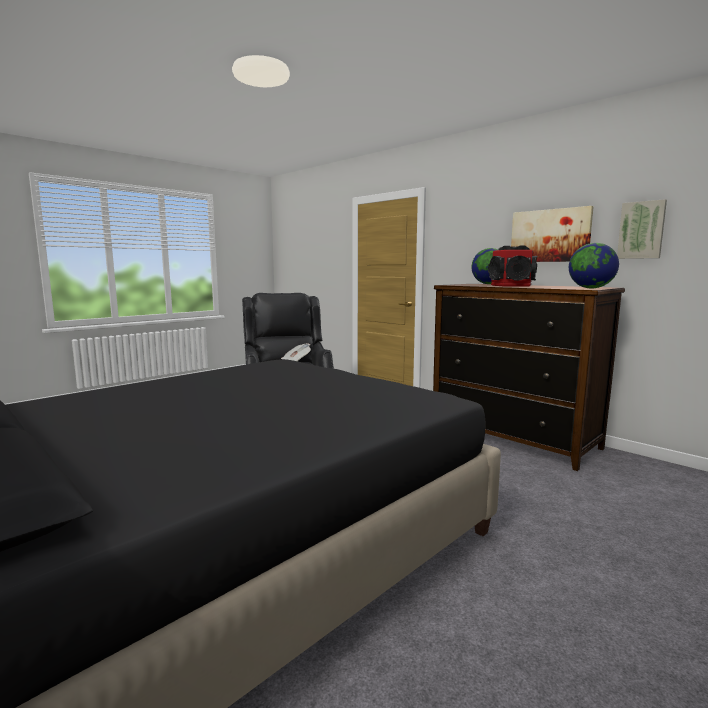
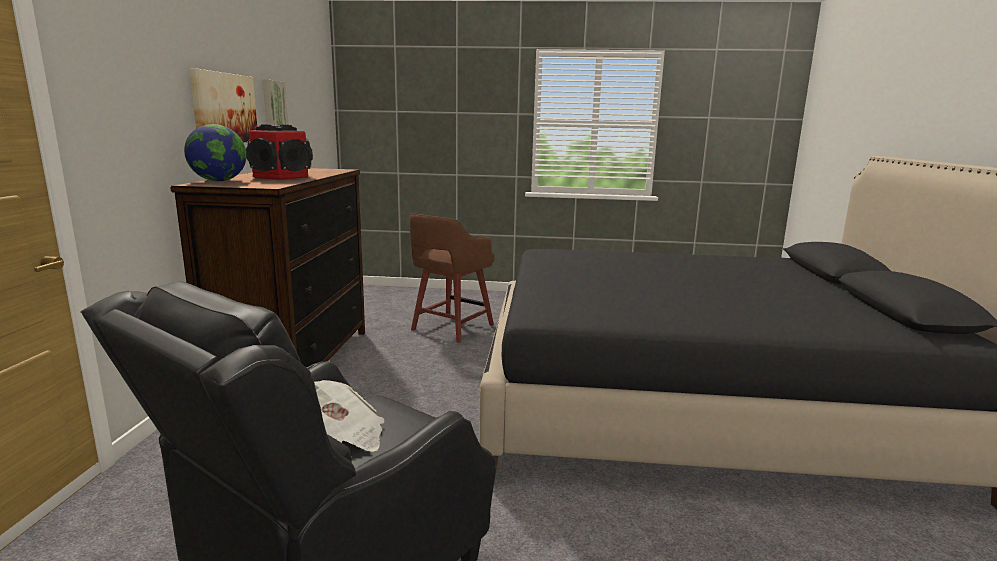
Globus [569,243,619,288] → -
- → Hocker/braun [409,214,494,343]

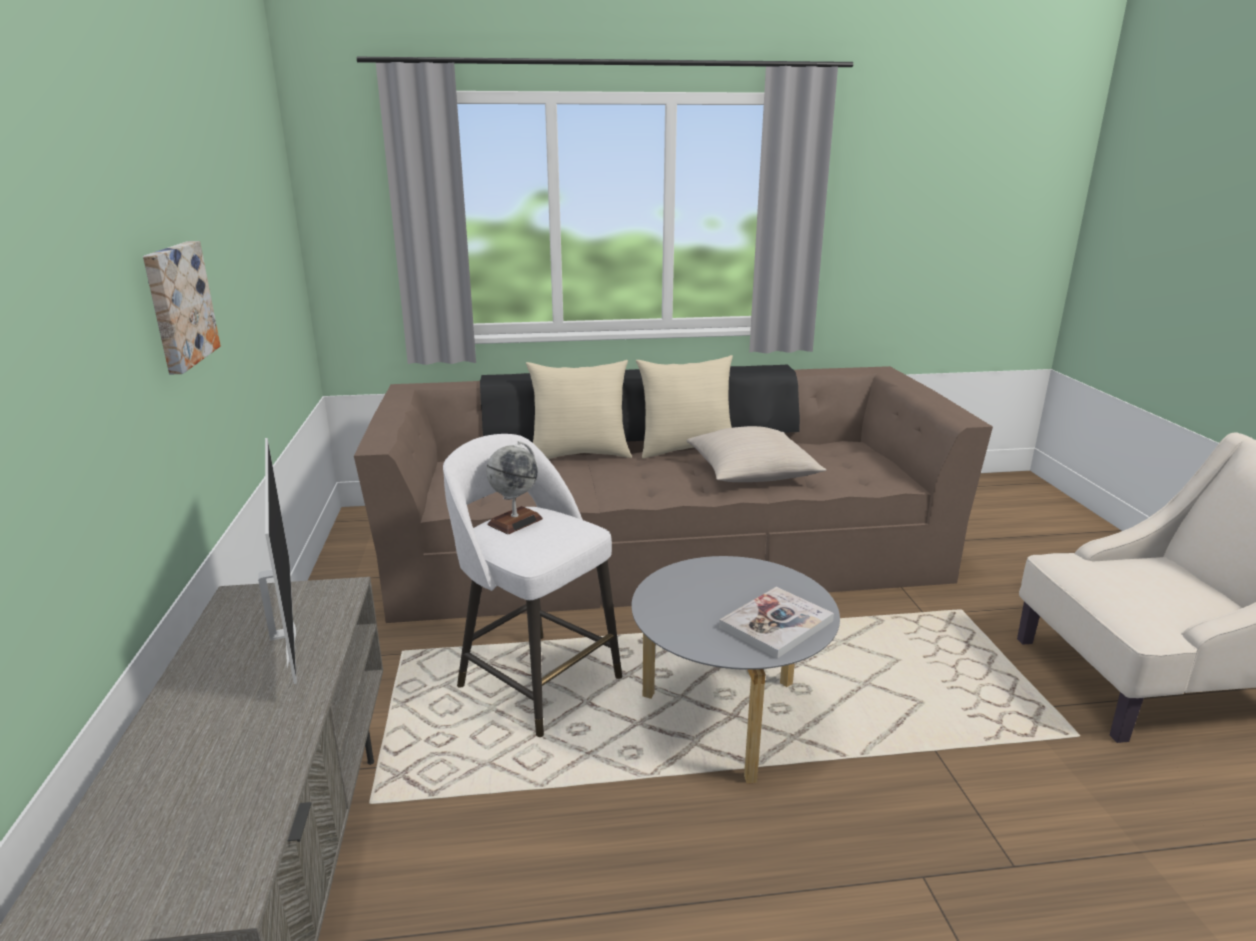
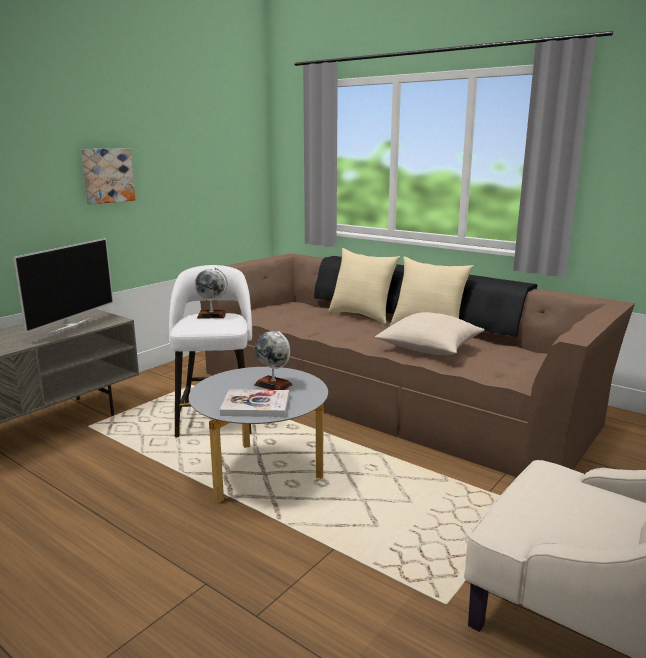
- → Globus [254,331,293,390]

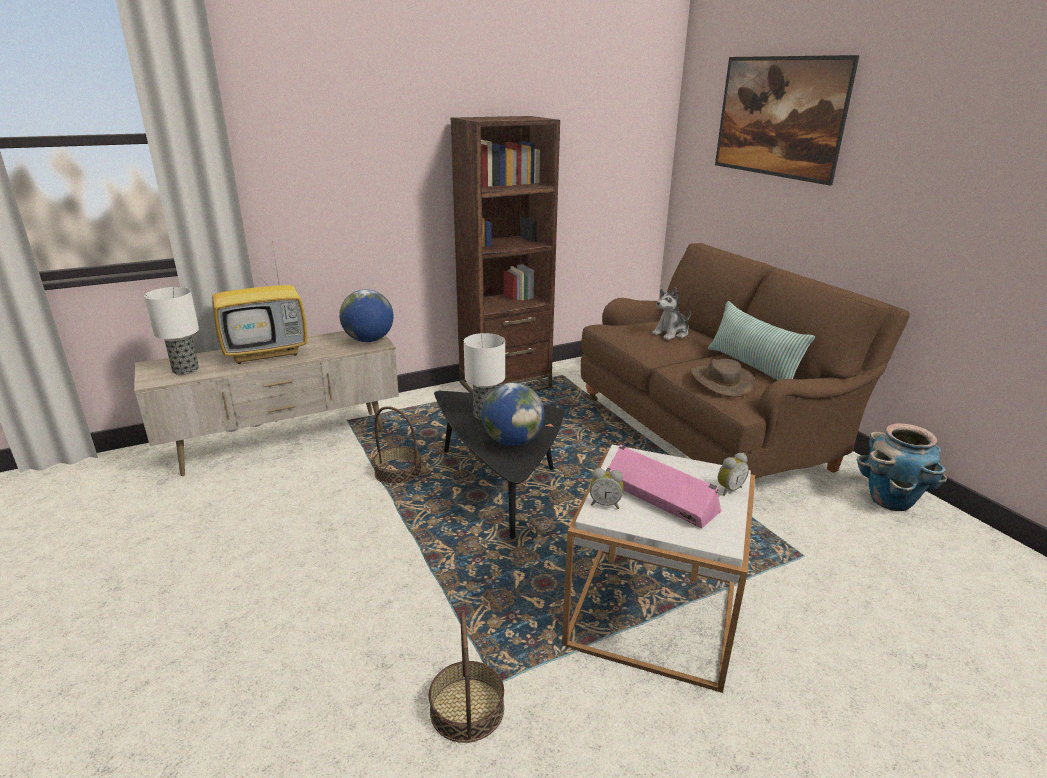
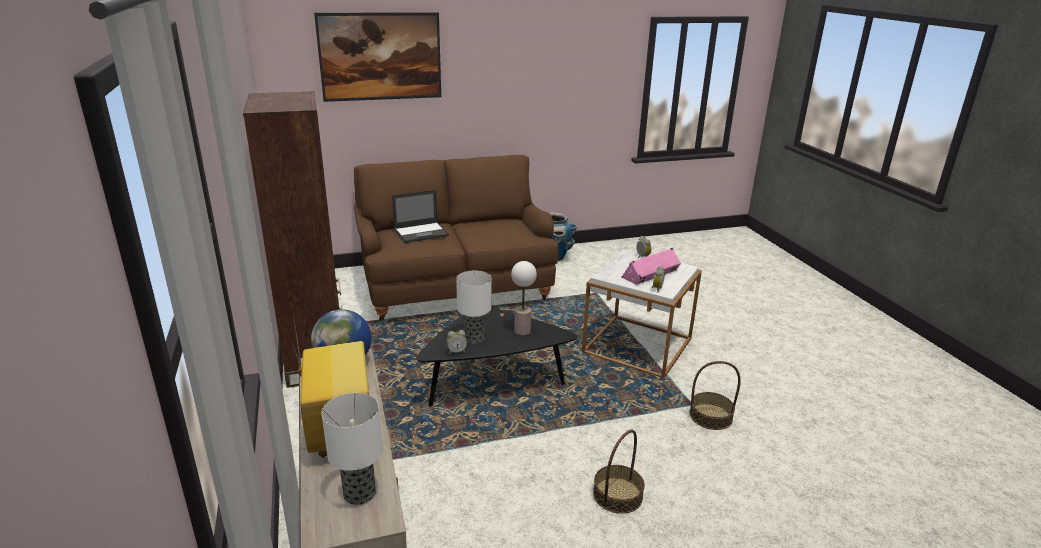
Plüschtier [652,287,691,340] → Laptop [392,190,449,243]
Kissen [708,301,815,380] → -
Hut/braun [690,359,755,397] → -
Globus [481,383,544,446] → Tischlampe [511,261,537,336]
Korb [373,406,422,484] → Korb [593,430,645,514], moved
- → Wecker [447,330,467,355]

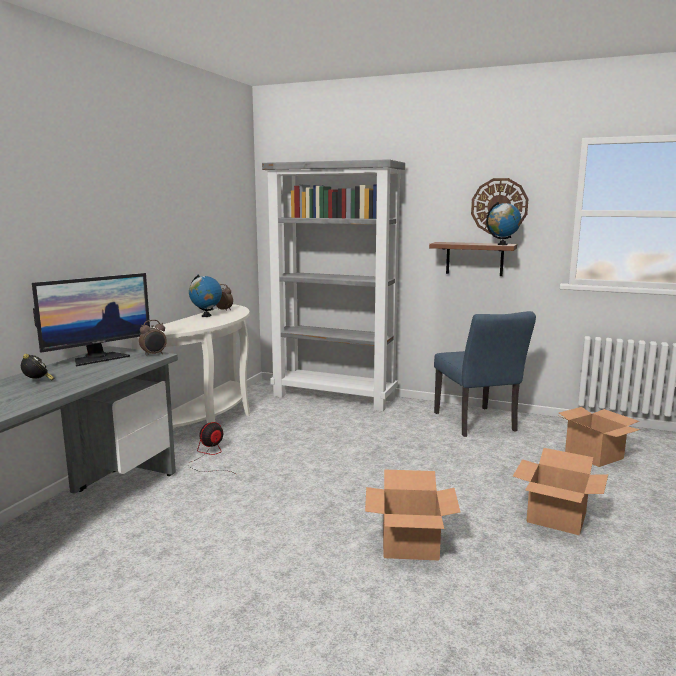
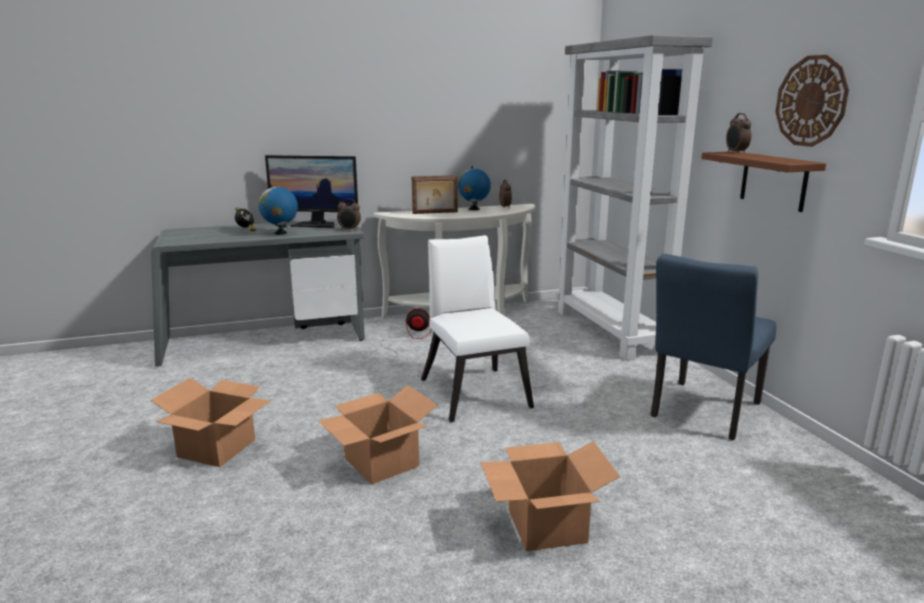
Globus [486,202,521,245] → Globus [258,184,298,235], moved
Karton [559,407,640,467] → Karton [150,378,271,467], moved
- → Wecker [726,113,751,154]
- → Bilderrahmen [412,175,458,214]
- → Stuhl/weiß [421,235,534,422]

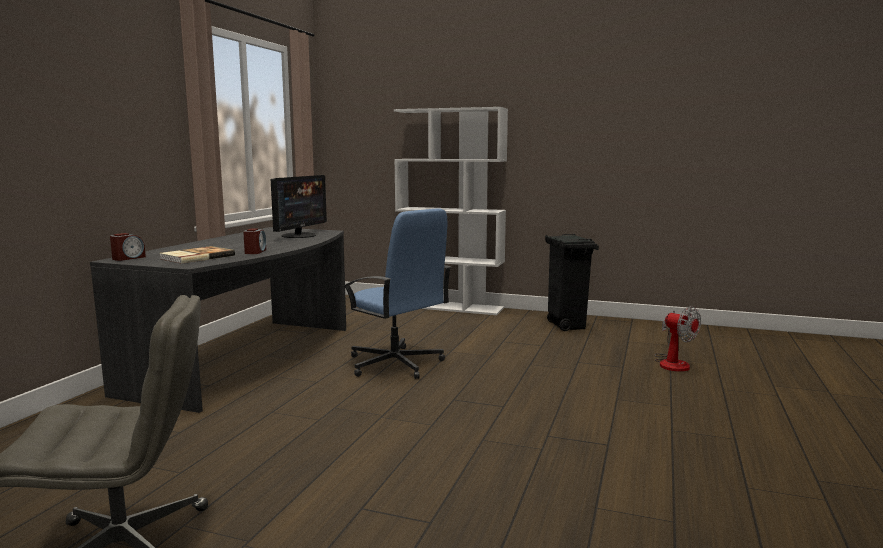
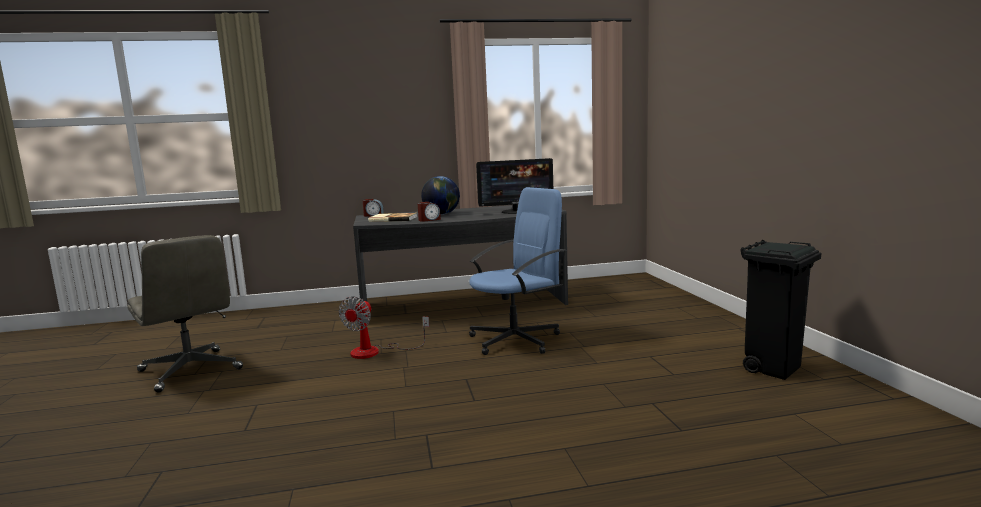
Bücherregal/weiß [394,107,508,315] → -
Bürostuhl/blau [343,208,451,379] → Bürostuhl/blau [469,187,566,355], 135 degrees counterclockwise
Ventilator [655,306,701,372] → Ventilator [339,296,430,359], moved
- → Globus [421,176,460,215]

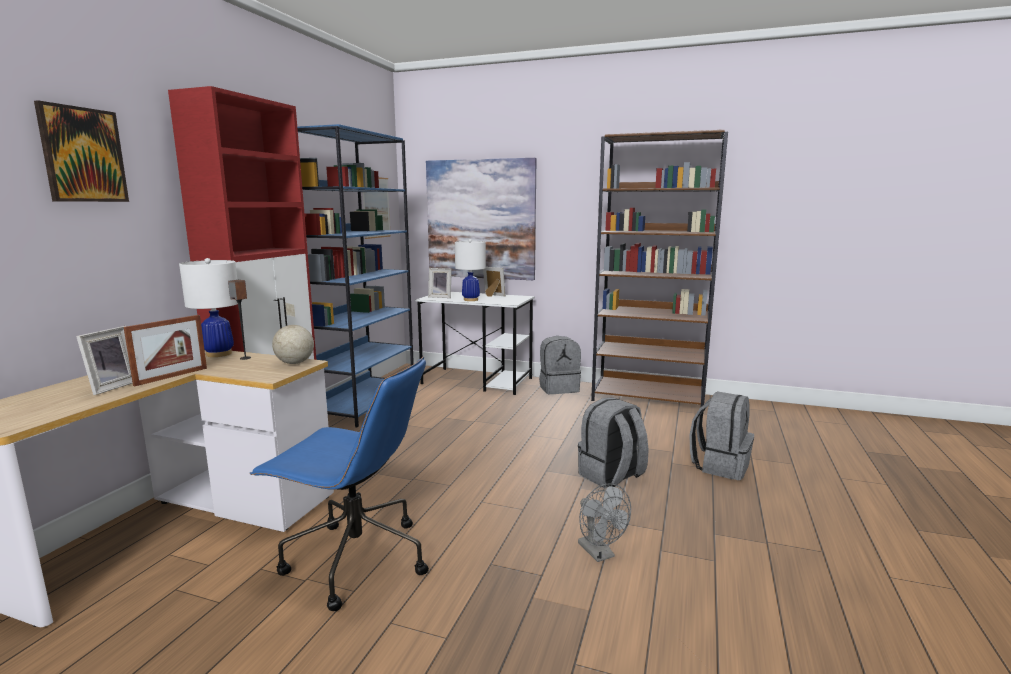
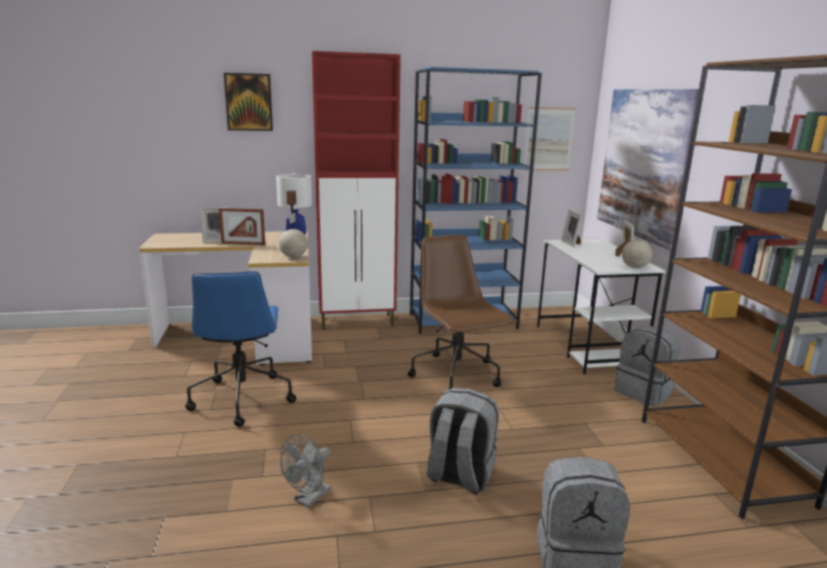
Tischlampe/weiß [455,239,486,301] → -
- → Globus [622,224,652,268]
- → Bürostuhl/braun [408,235,515,390]

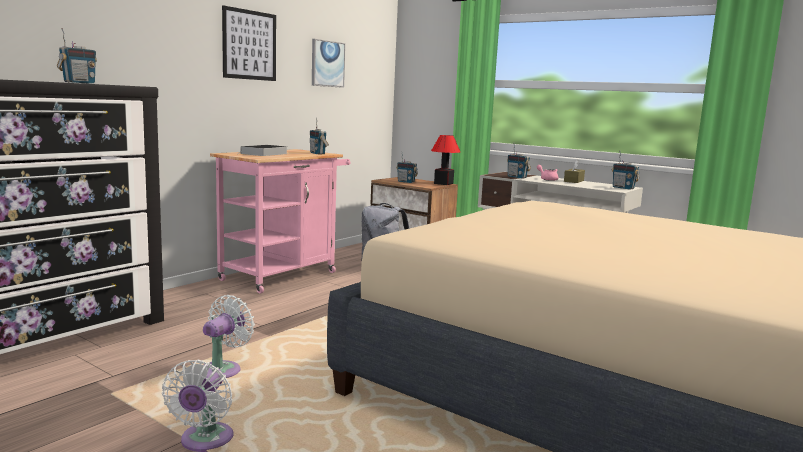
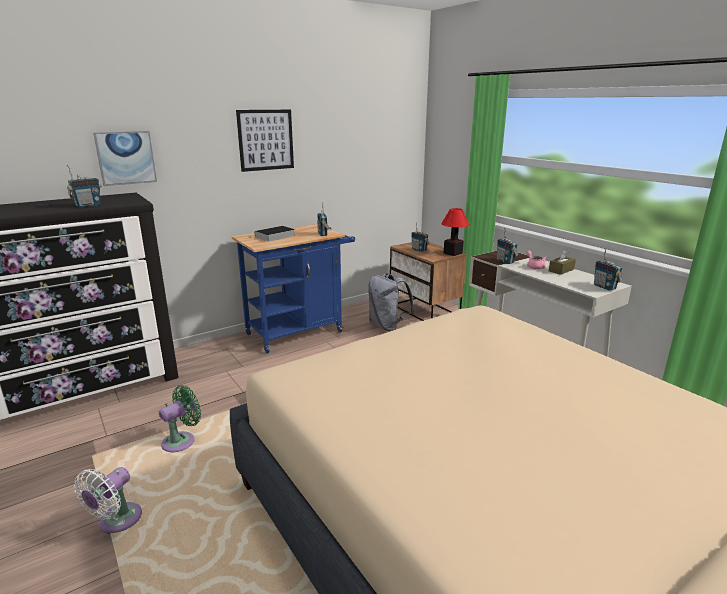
Bild [312,39,345,88] → Bild [93,131,157,186], moved
Rollwagen/rosa [210,149,351,294] → Rollwagen/blau [232,224,355,353]
Ventilator/weiß [203,295,255,378] → Ventilator/grün [159,385,201,452]

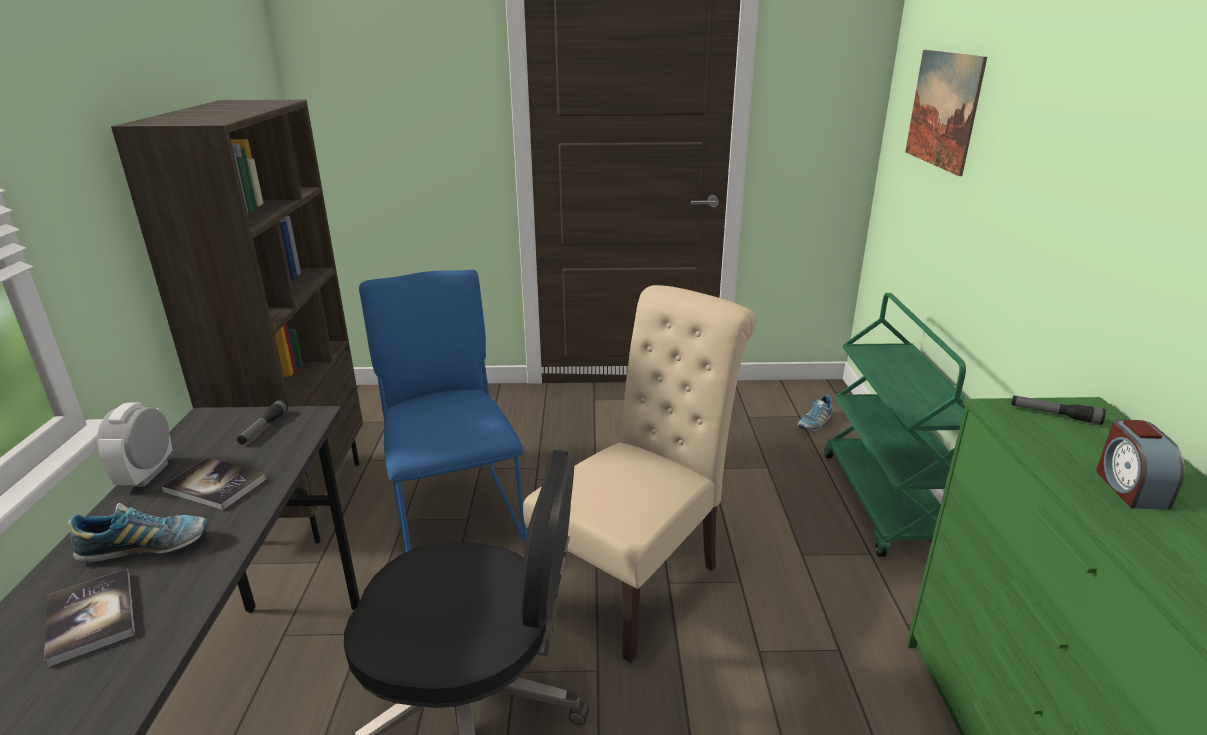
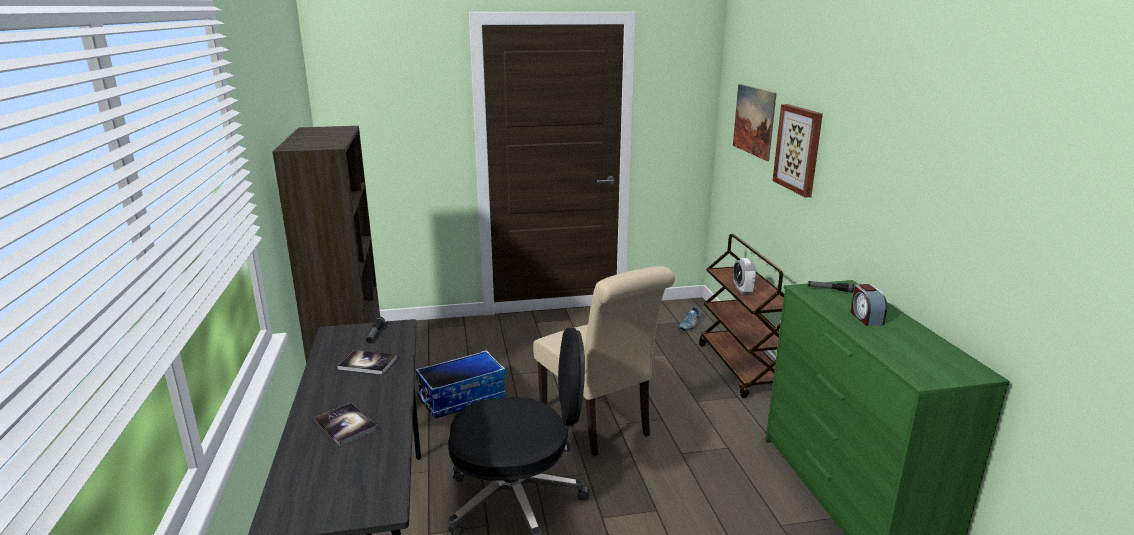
Stuhl/blau [359,270,527,552] → Aufbewahrungsbox [415,350,506,419]
Stuhl/beige [523,285,757,663] → Stuhl/beige [533,266,675,457], 120 degrees clockwise
Rollwagen/grün [824,293,966,557] → Rollwagen/braun [699,234,784,398]
Wecker [97,402,172,487] → Wecker [733,258,756,294], moved
Schuh [68,503,208,563] → -
- → Bild [773,104,823,197]

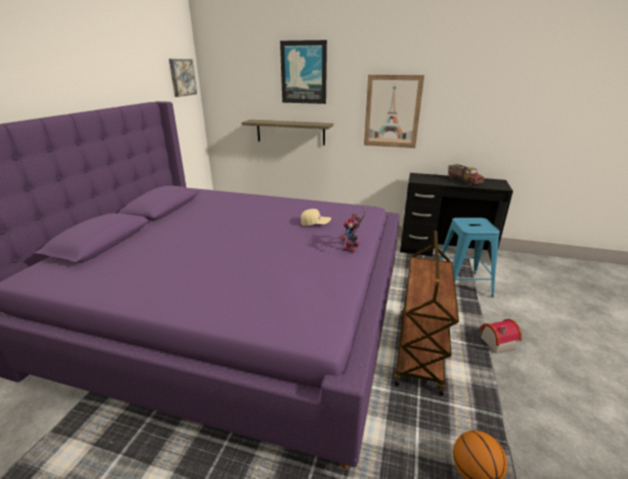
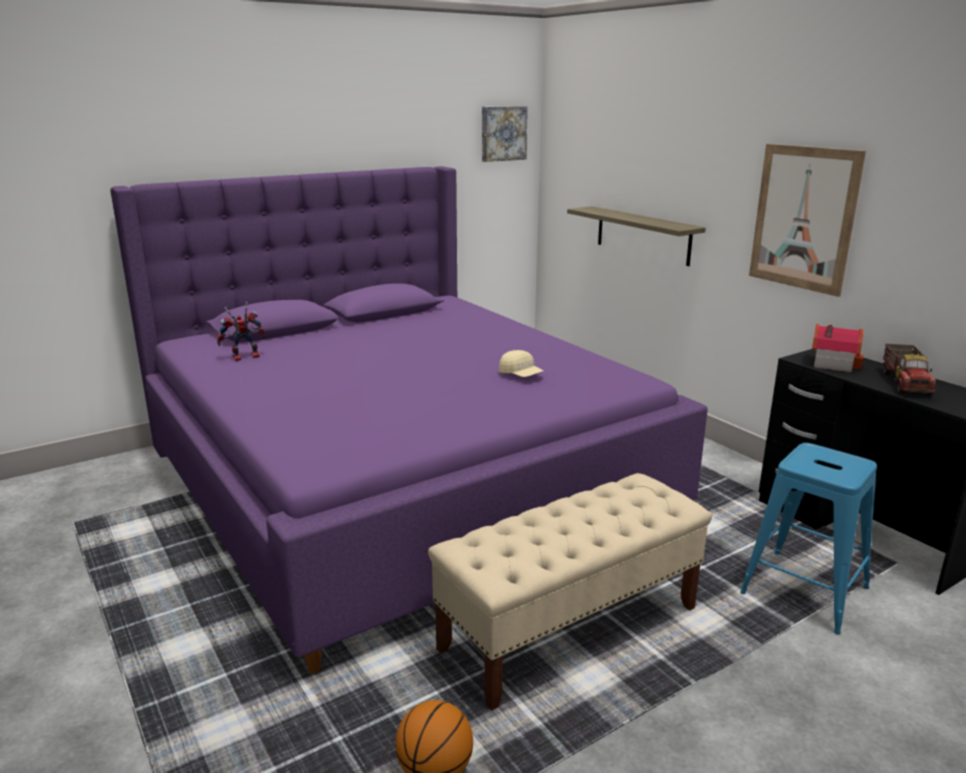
Bild [280,40,327,104] → -
Spielzeugroboter [339,206,366,252] → Spielzeugroboter [217,302,265,361], moved
Rollwagen/braun [394,230,459,396] → Bank/beige [428,473,712,711]
Spielzeughaus [480,319,522,354] → Spielzeughaus [812,324,864,372], moved

